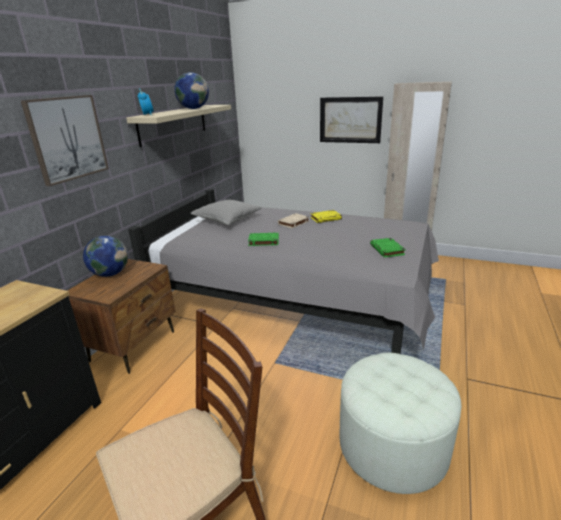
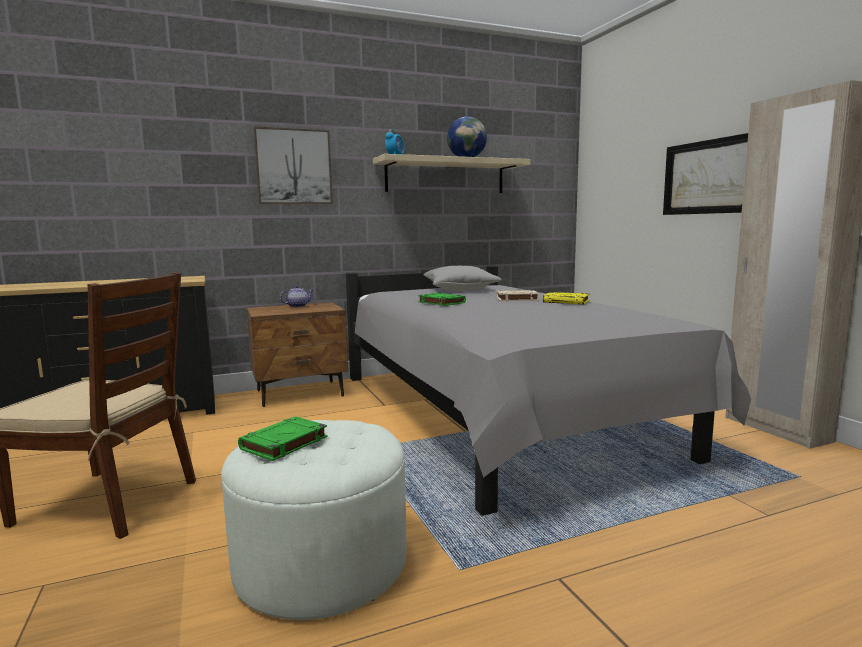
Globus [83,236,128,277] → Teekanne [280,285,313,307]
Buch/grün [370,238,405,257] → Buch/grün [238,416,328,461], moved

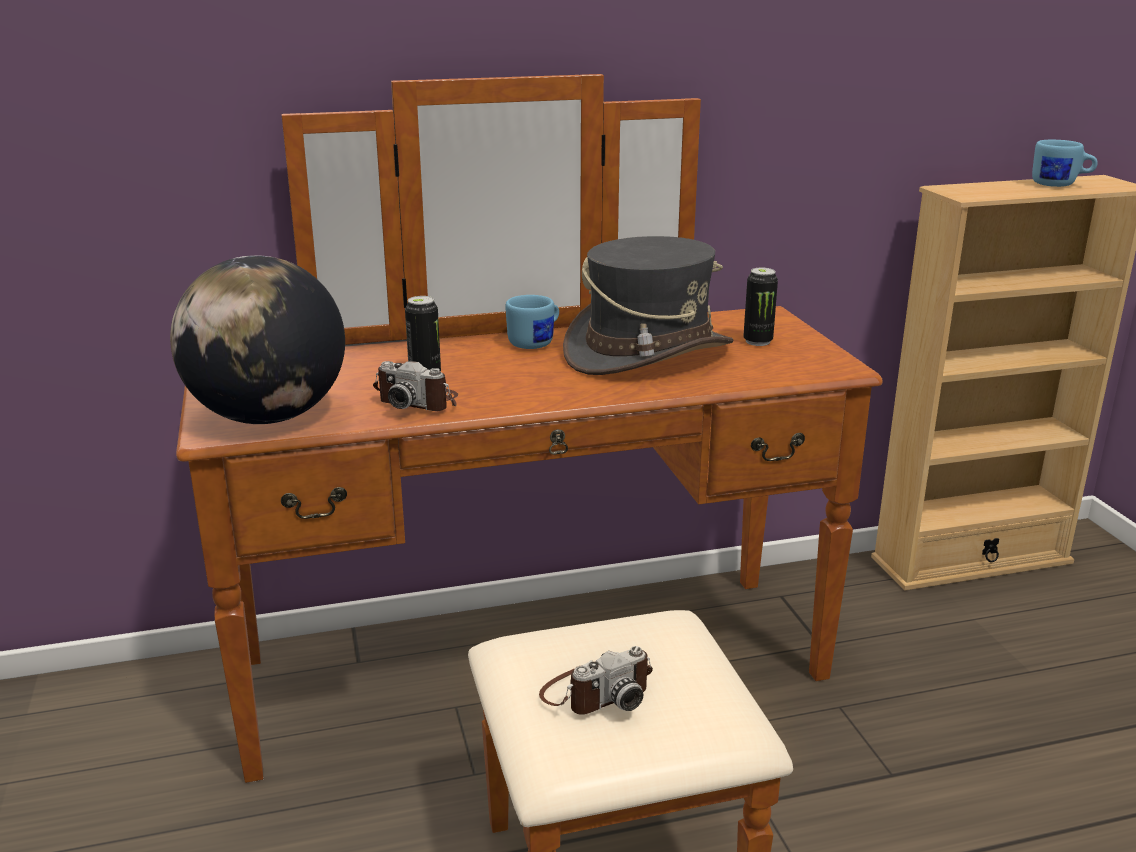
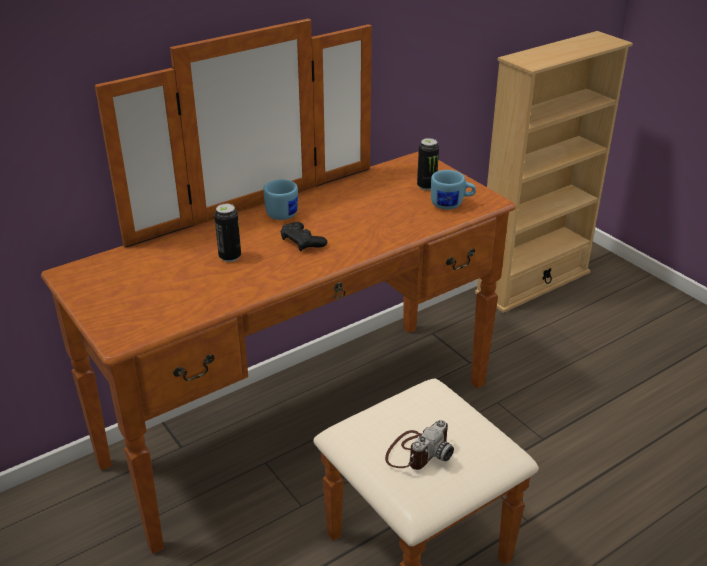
Henkelbecher/blau [1032,140,1098,187] → Henkelbecher/blau [431,170,476,210], moved
Hut/grau [563,236,733,375] → -
Globus [170,255,345,424] → -
Kamera [373,361,458,411] → -
- → Gamepad/schwarz [281,222,327,252]

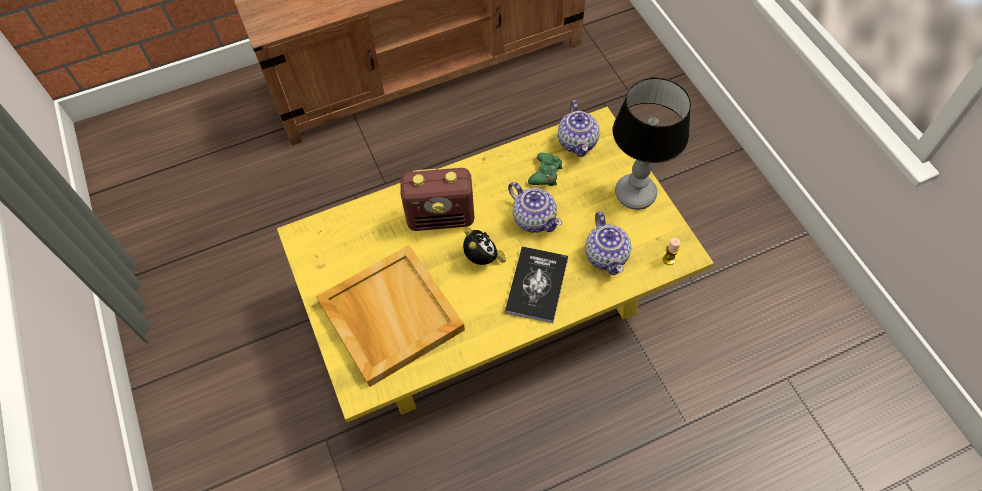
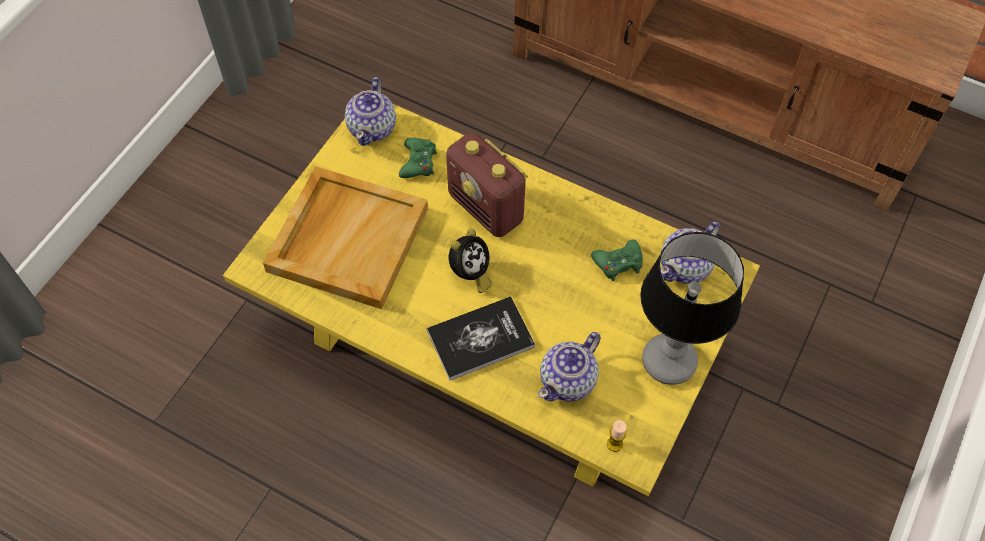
Teekanne [508,182,562,233] → Teekanne [345,77,396,146], moved
- → Gamepad/grün [399,138,437,178]

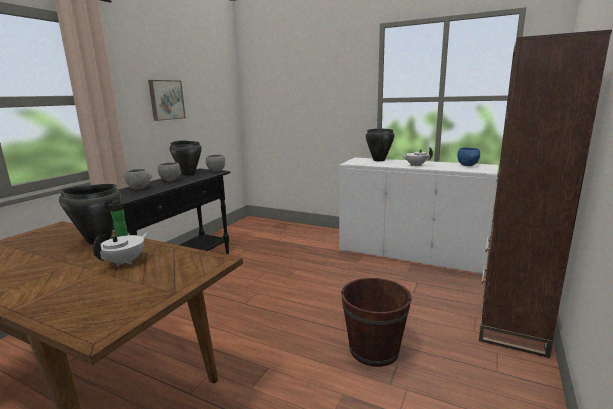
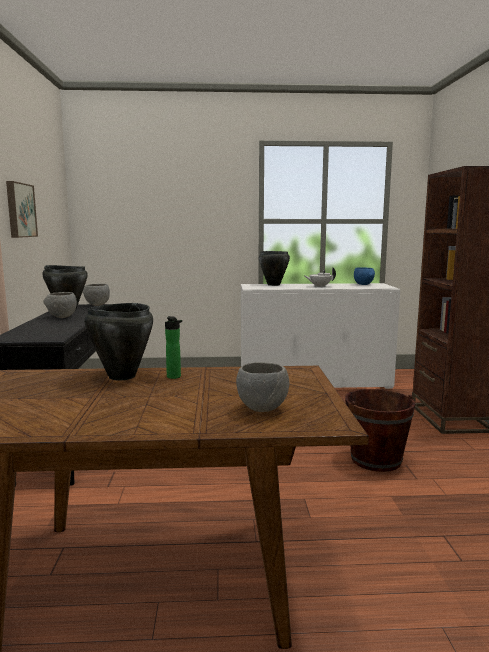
Schüssel/grau [125,169,152,190] → Schüssel/grau [236,362,289,412], moved
Teekanne/weiß [93,232,149,266] → -

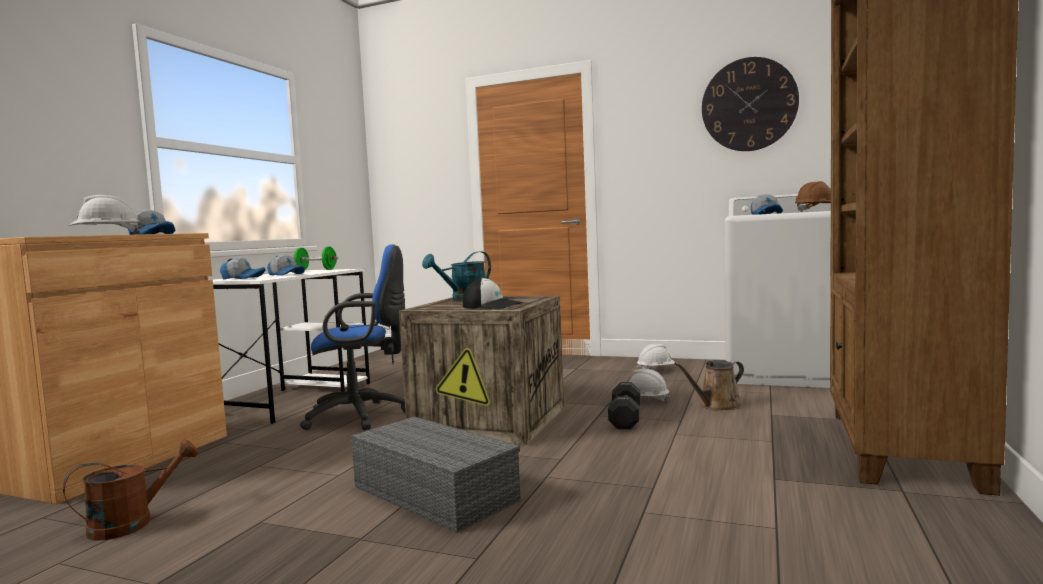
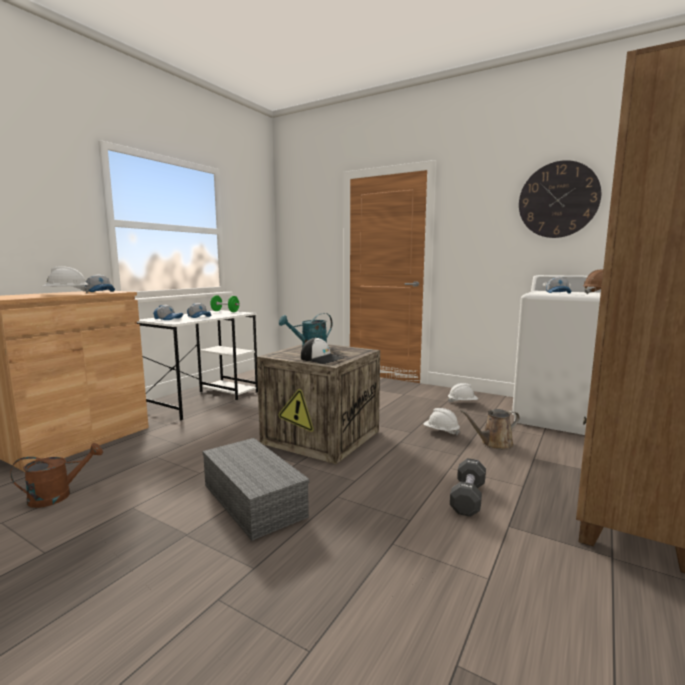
Bürostuhl/blau [300,244,405,430] → -
Hantel/schwarz [608,382,641,429] → Hantel/schwarz [450,458,486,517], moved

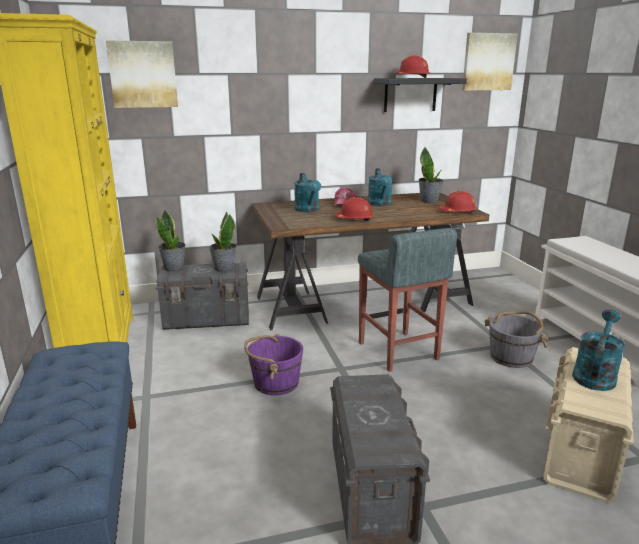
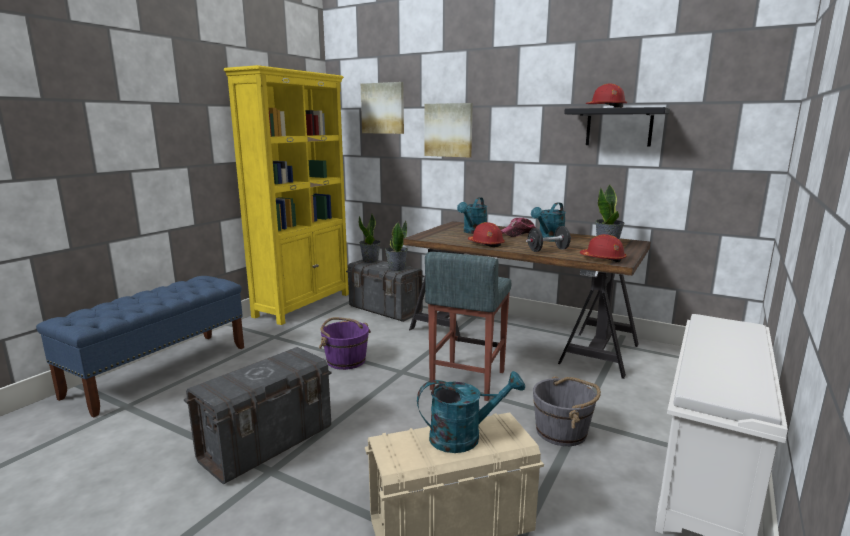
Bild [462,33,518,91] → Bild [424,103,473,157], moved
- → Hantel/schwarz [526,226,571,252]

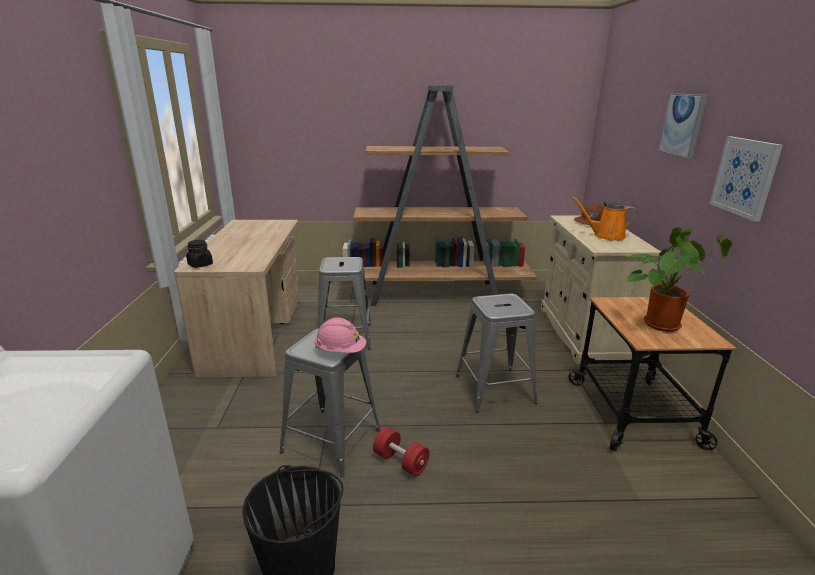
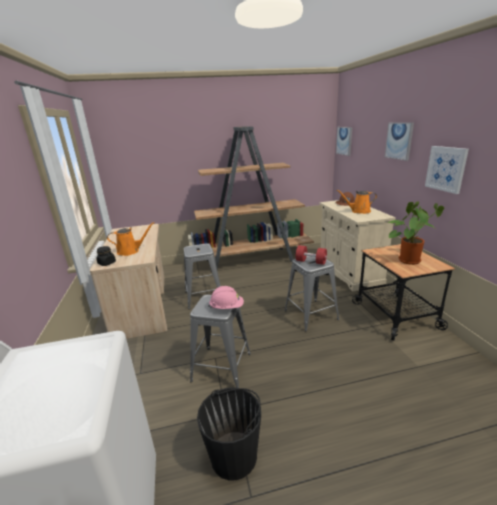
Hantel/rot [373,427,430,476] → Hantel/rot [296,245,327,265], moved
- → Bild [336,127,352,156]
- → Gießkanne/orange [107,222,154,256]

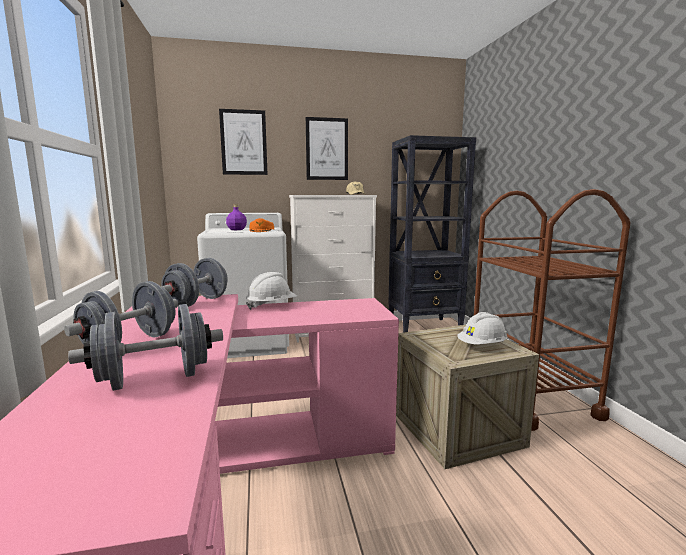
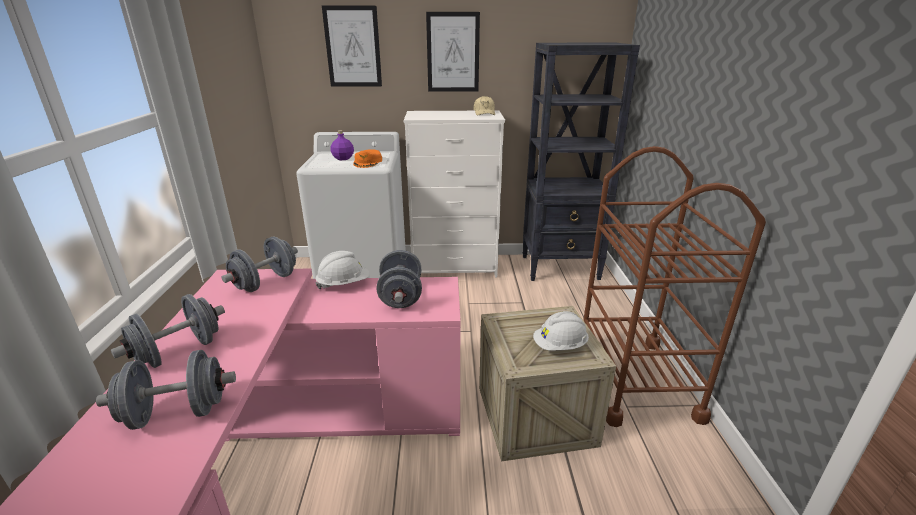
- → Hantel/grau [376,250,422,308]

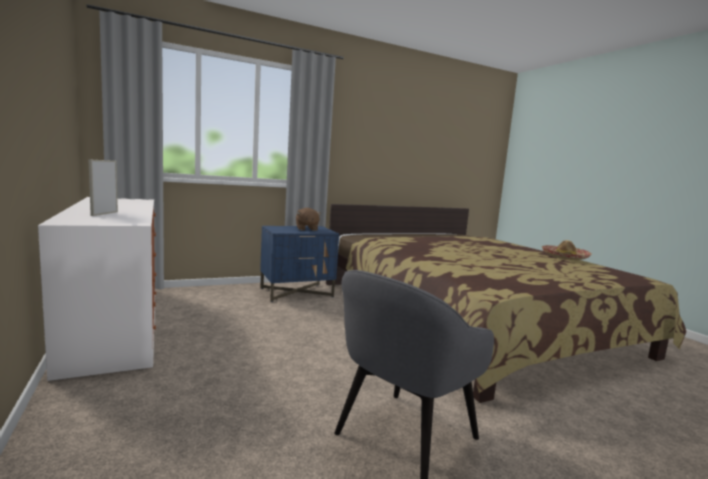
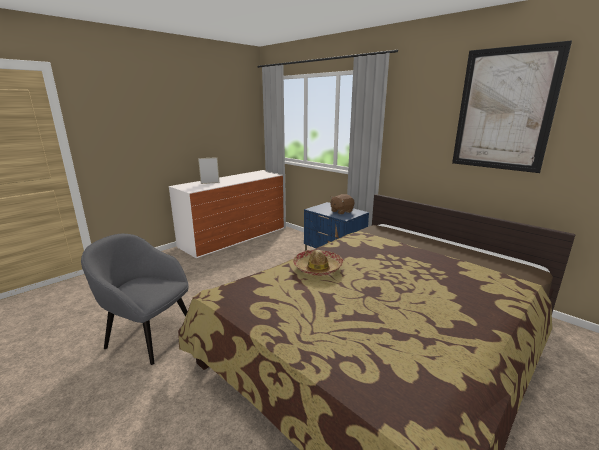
Hut [541,240,592,260] → Hut [293,250,343,276], moved
- → Bild [452,40,572,173]

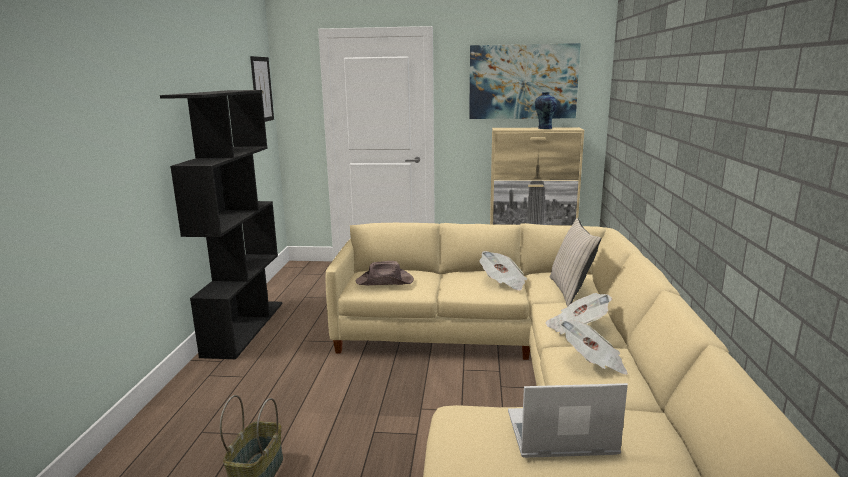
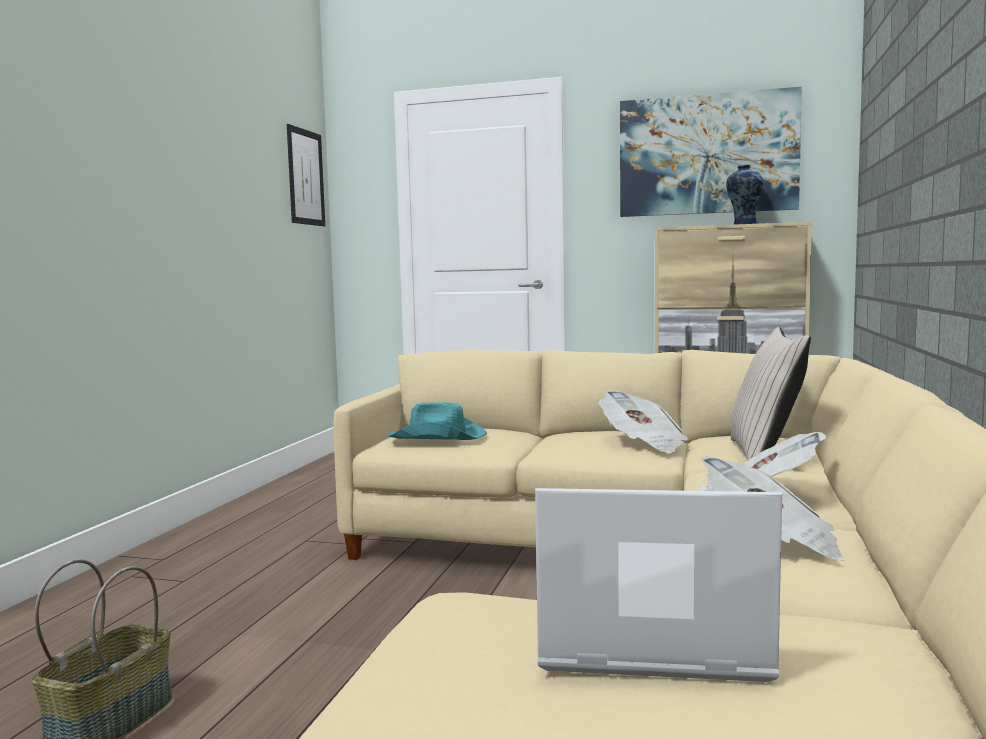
Bücherregal/schwarz [160,90,282,359] → -
Hut/braun [356,261,414,285] → Hut/türkis [387,402,487,440]

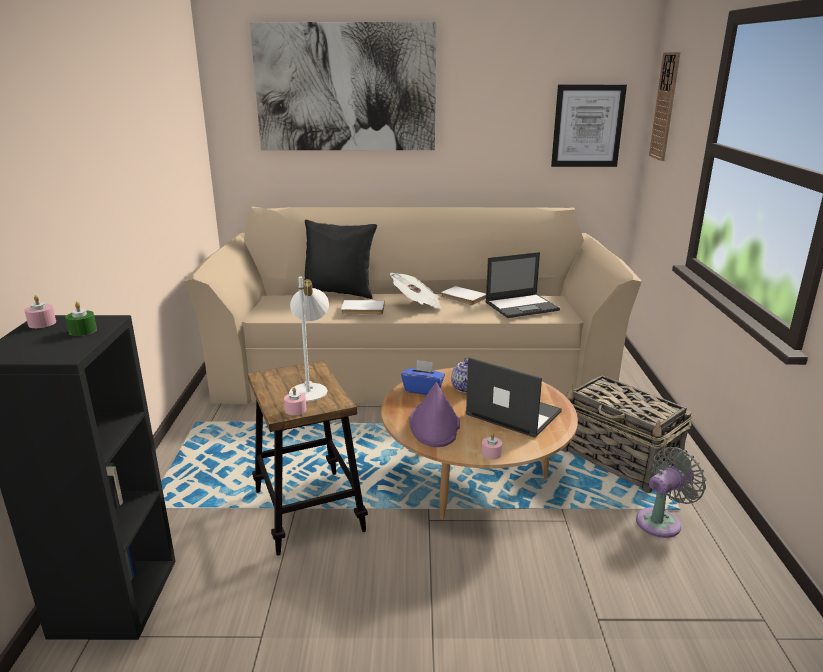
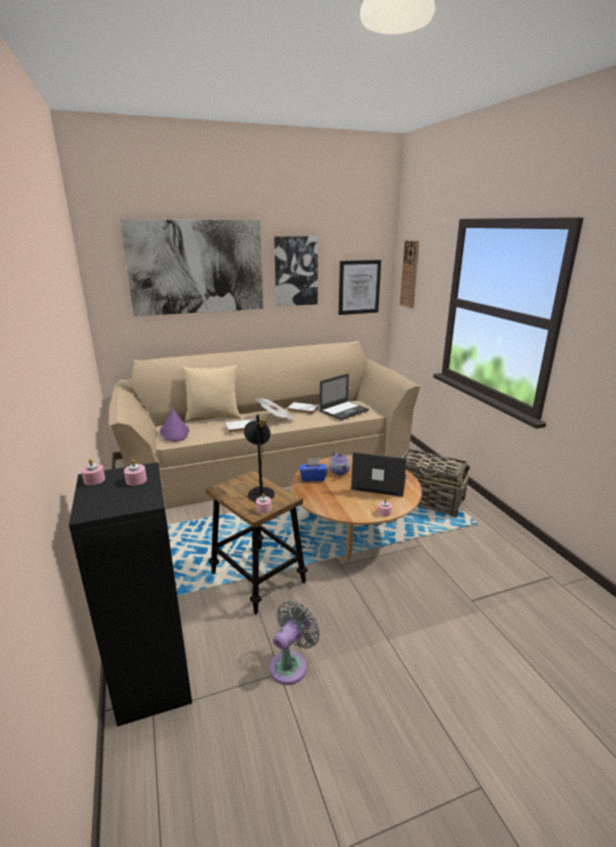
Kissen/schwarz [305,220,377,299] → Kissen/beige [182,365,241,421]
Tischlampe/weiß [289,277,329,402] → Tischlampe/schwarz [244,414,275,502]
Kerze/grün [65,302,97,336] → Kerze/rosa [124,459,147,486]
Hut/lila [409,382,460,447] → Hut/lila [160,408,189,442], moved
Ventilator/grau [636,447,706,538] → Ventilator/grau [270,601,320,685], moved
- → Bild [274,236,318,307]

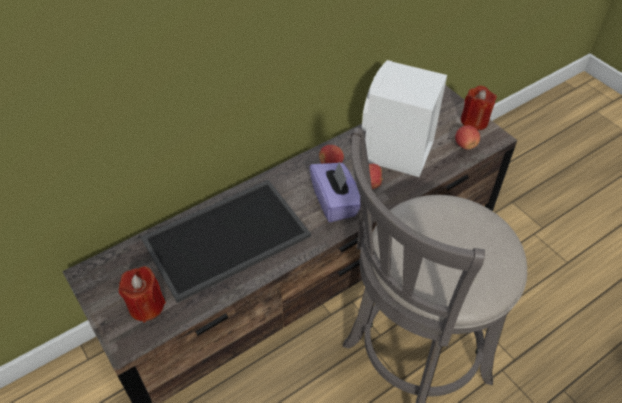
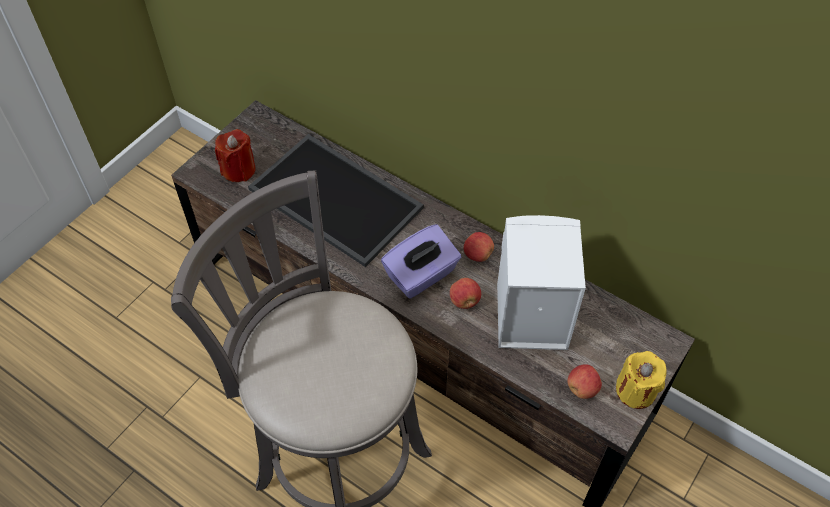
Kerze/rot [461,86,497,130] → Kerze/gelb [616,351,667,409]

